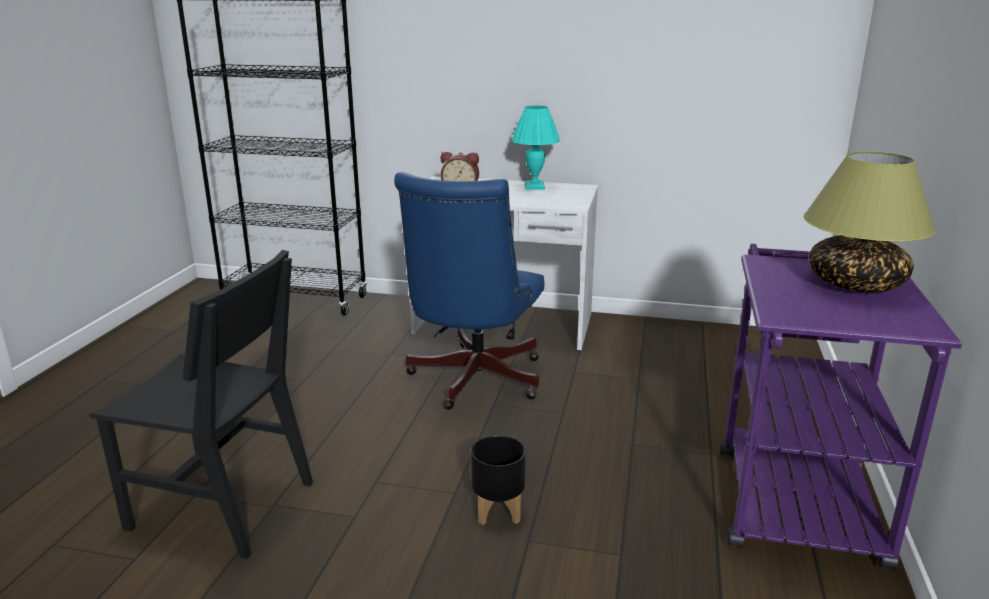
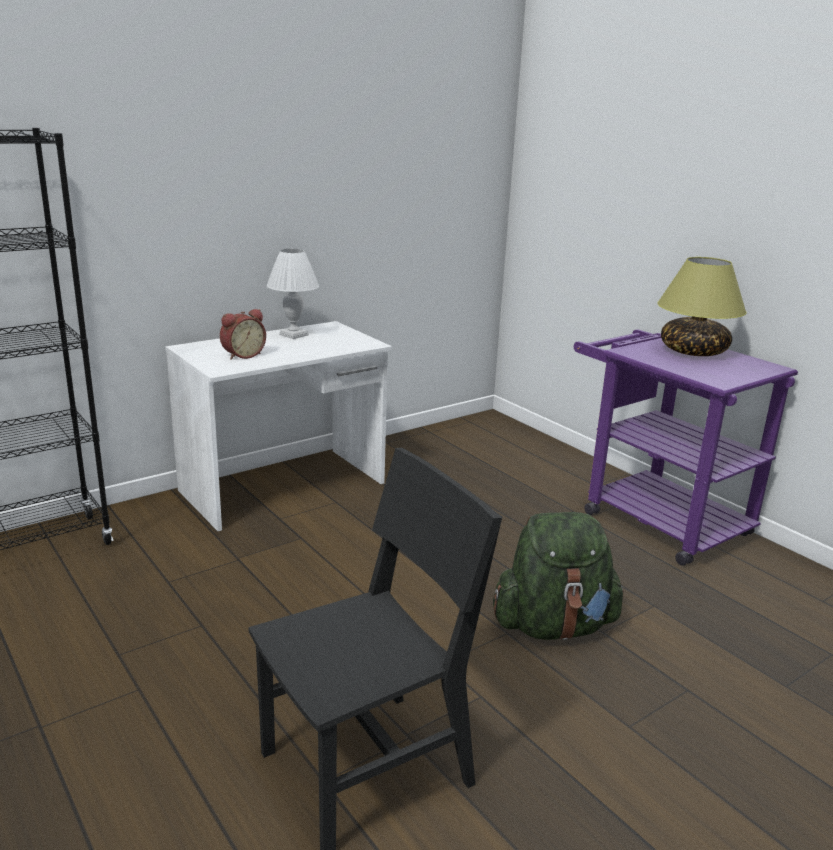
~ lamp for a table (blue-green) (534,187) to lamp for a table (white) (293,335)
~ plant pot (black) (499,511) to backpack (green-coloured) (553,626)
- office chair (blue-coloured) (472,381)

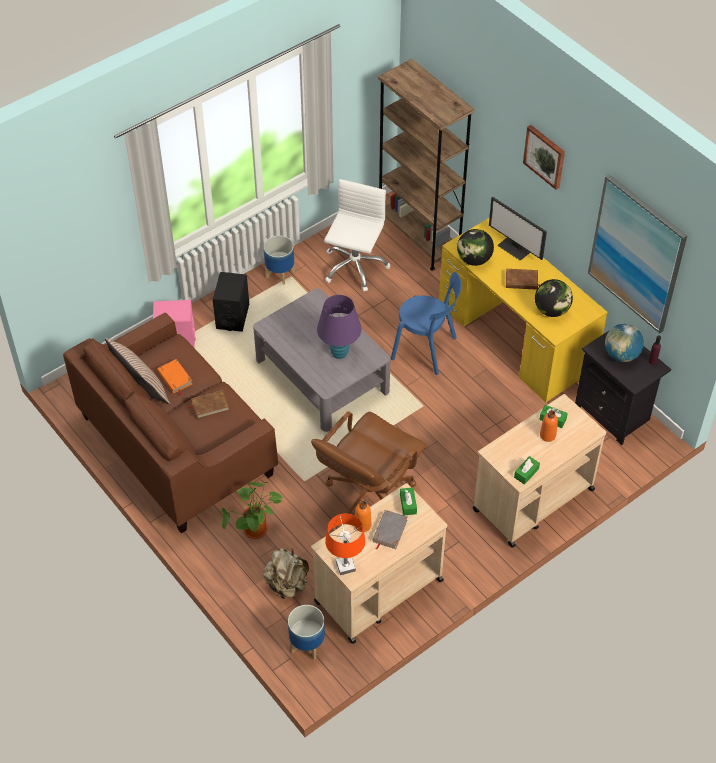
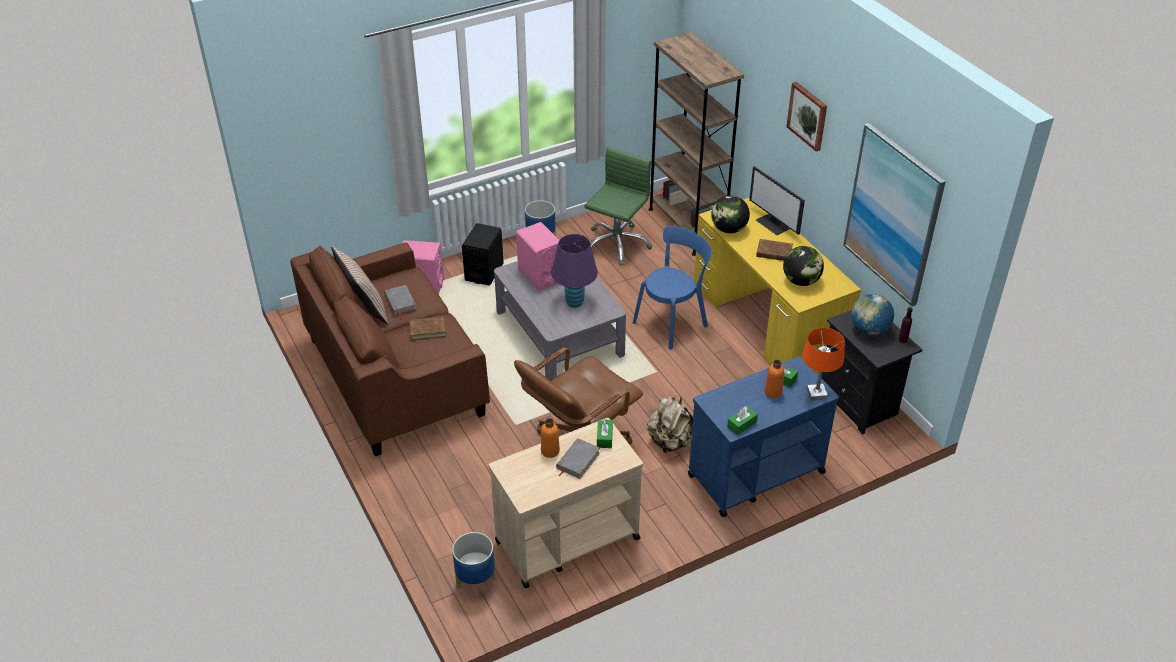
~ bound book (orangey) (174,378) to bound book (grey) (400,302)
+ speaker (pink-coloured) (540,275)
~ office chair (white) (354,267) to office chair (green-coloured) (616,244)
~ upright chair (blue-coloured) (427,349) = (672,322) 75 degrees counterclockwise
~ backpack (sand-coloured) (287,584) to (669,442)
~ cart (sand-coloured) (532,500) to cart (blue-coloured) (755,474)
~ lamp for a table (orangey) (345,566) to (816,394)
- potted plant (255,532)

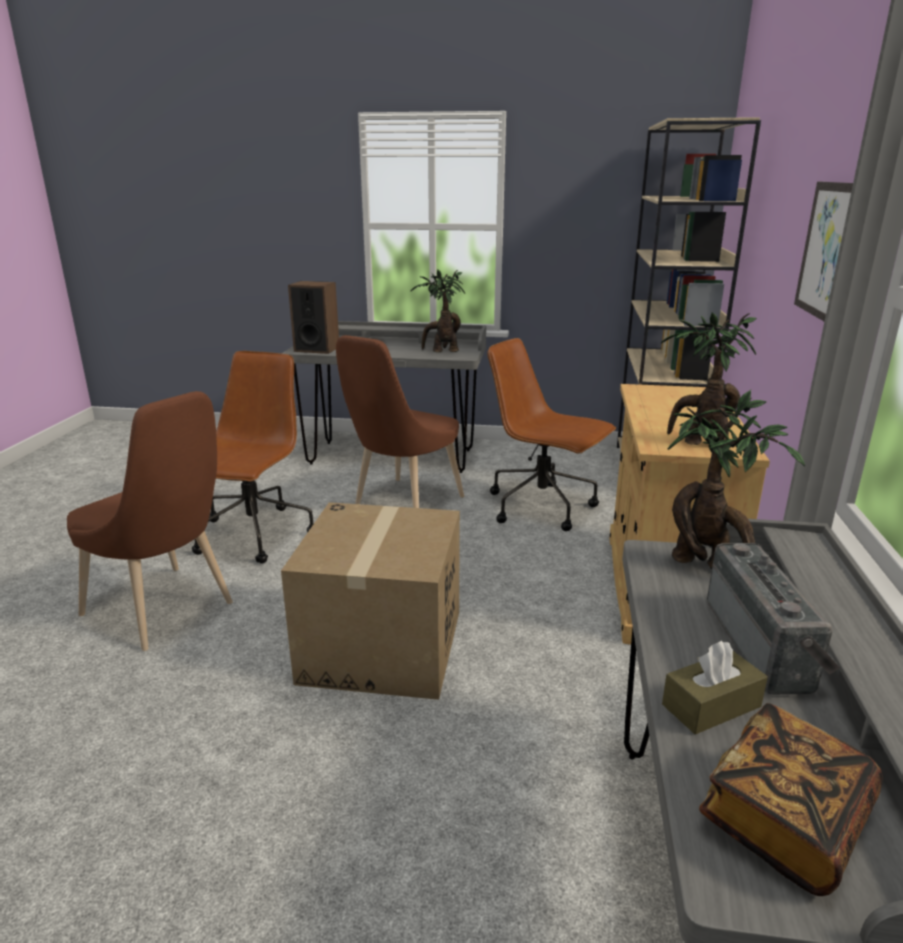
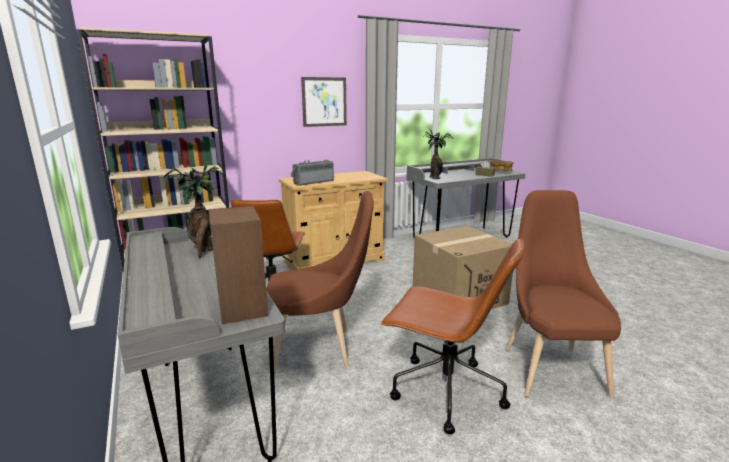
~ radio set (764,645) to (312,182)
~ office chair (brownish) (254,536) = (444,391) 135 degrees counterclockwise
- potted plant (700,442)

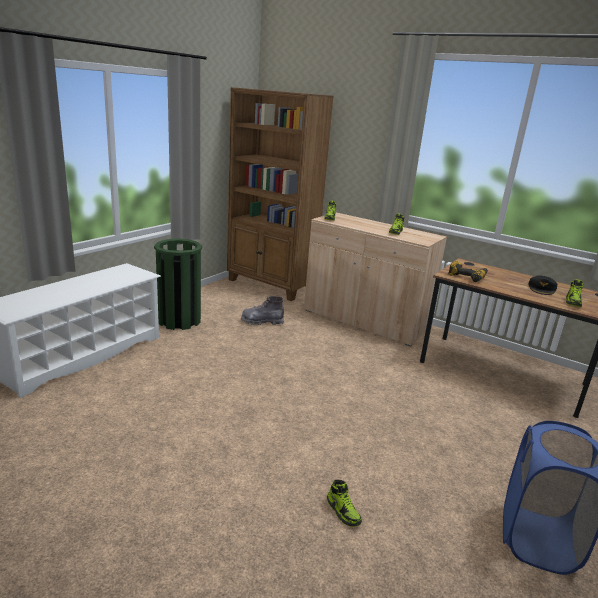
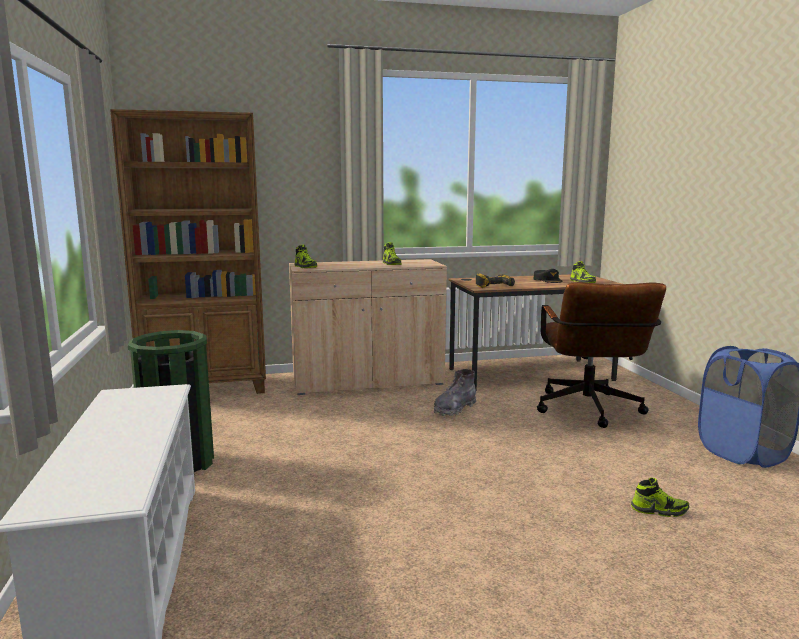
~ boot (grey) (262,321) to (454,409)
+ office chair (brownish) (589,412)

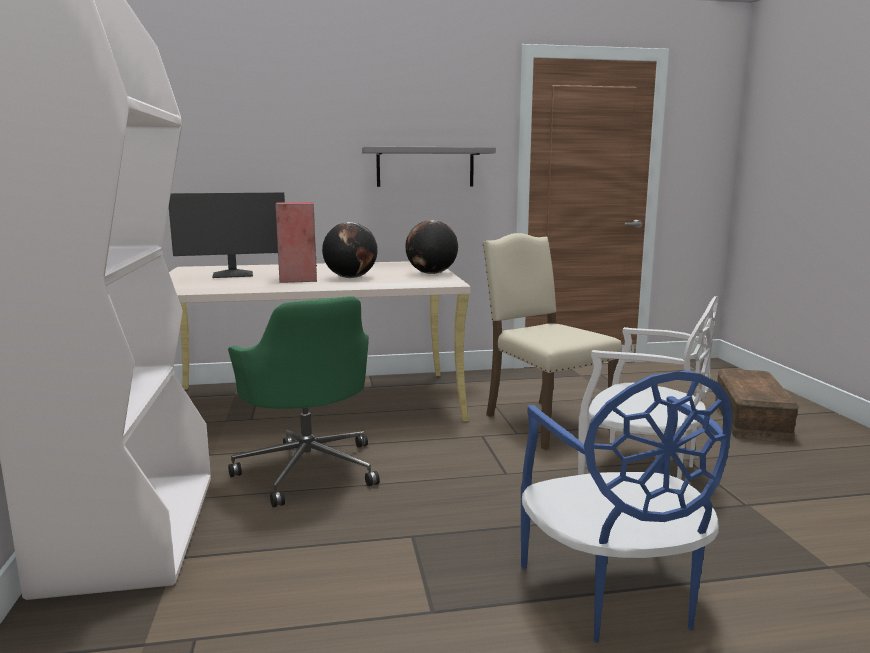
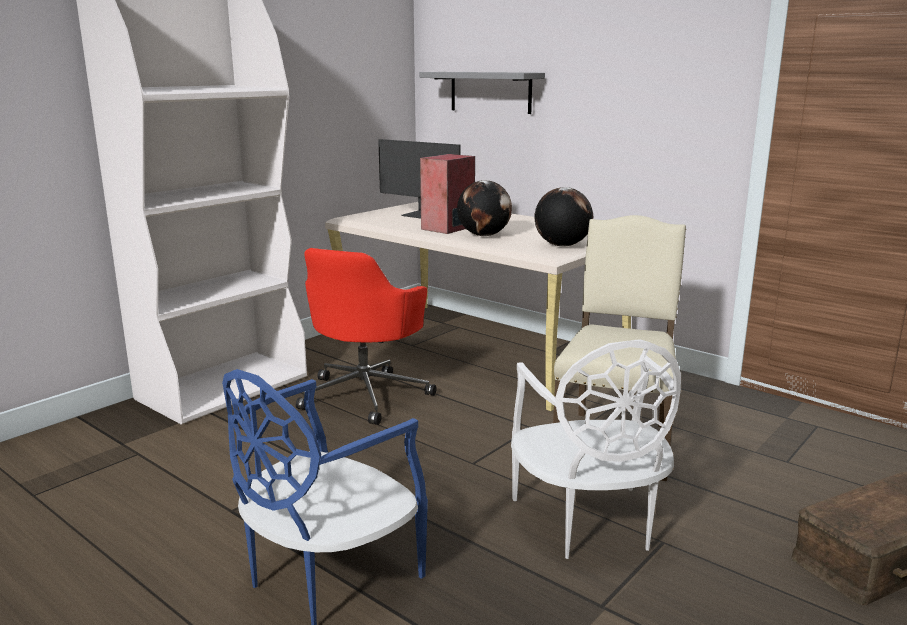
~ office chair (green-coloured) (309,469) to office chair (reddish) (366,395)
~ bracket shelf (grey) (425,167) to (490,92)

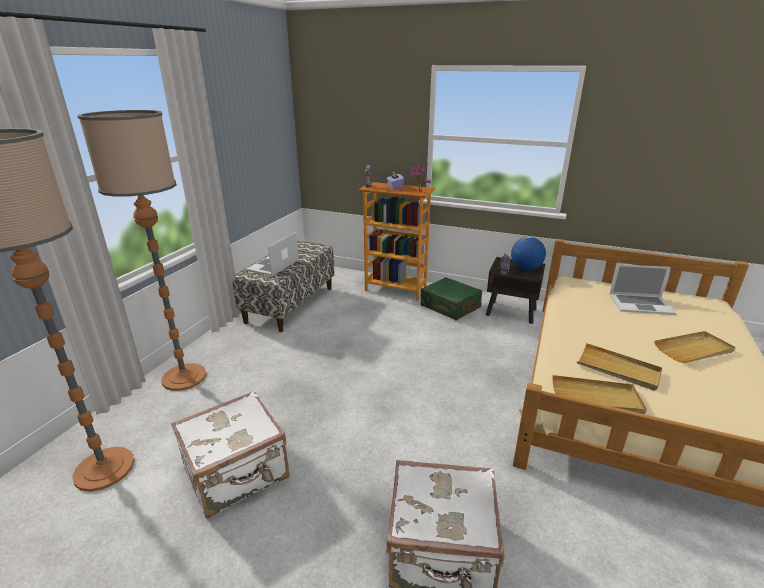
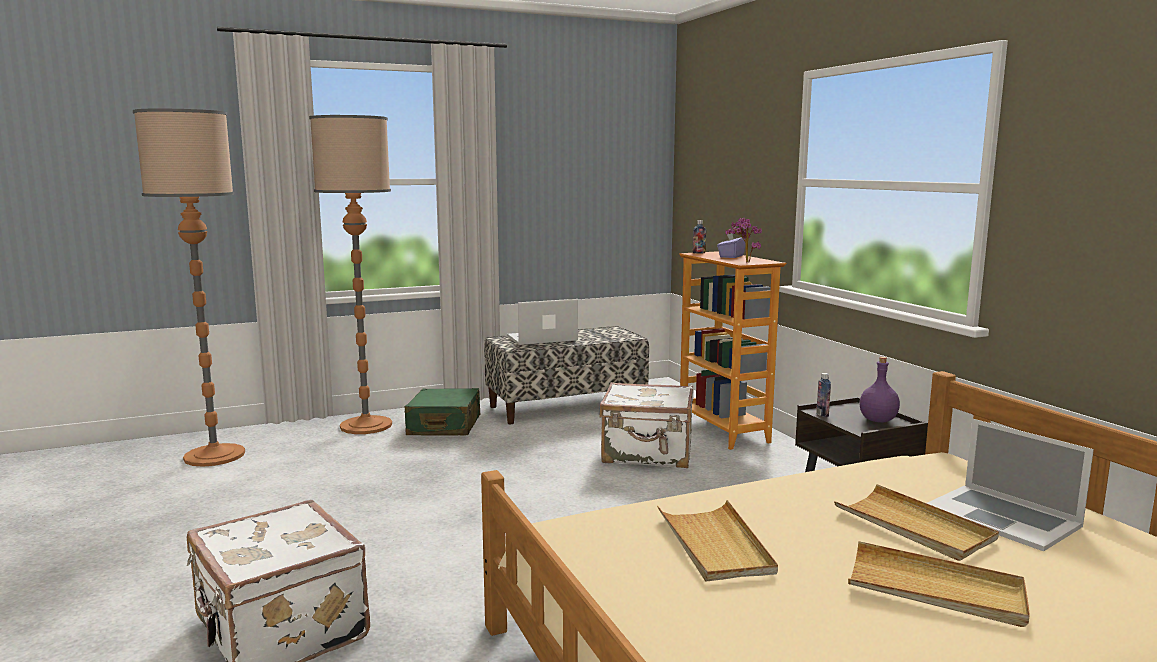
~ piece of luggage (green-coloured) (450,307) to (444,426)
~ piece of luggage (white) (237,474) to (648,454)
~ carrying tray (sand-coloured) (596,398) to (914,527)
~ world globe (525,268) to drink bottle (purple) (877,420)

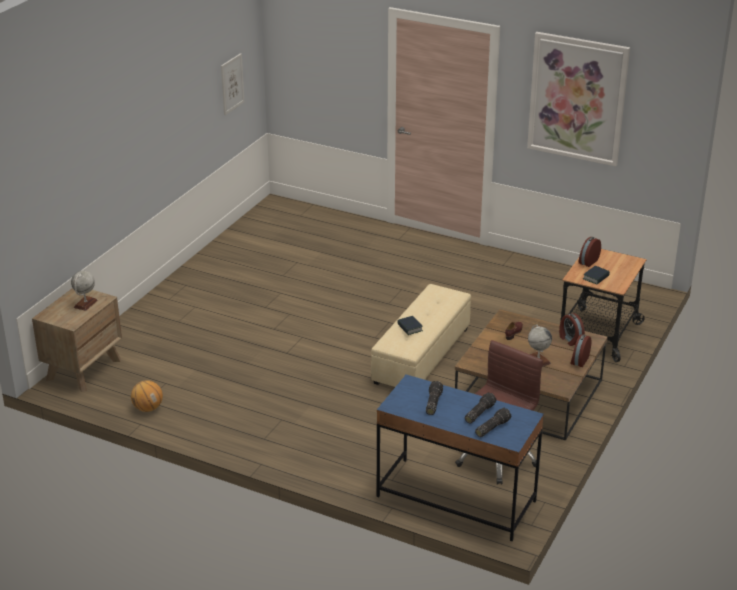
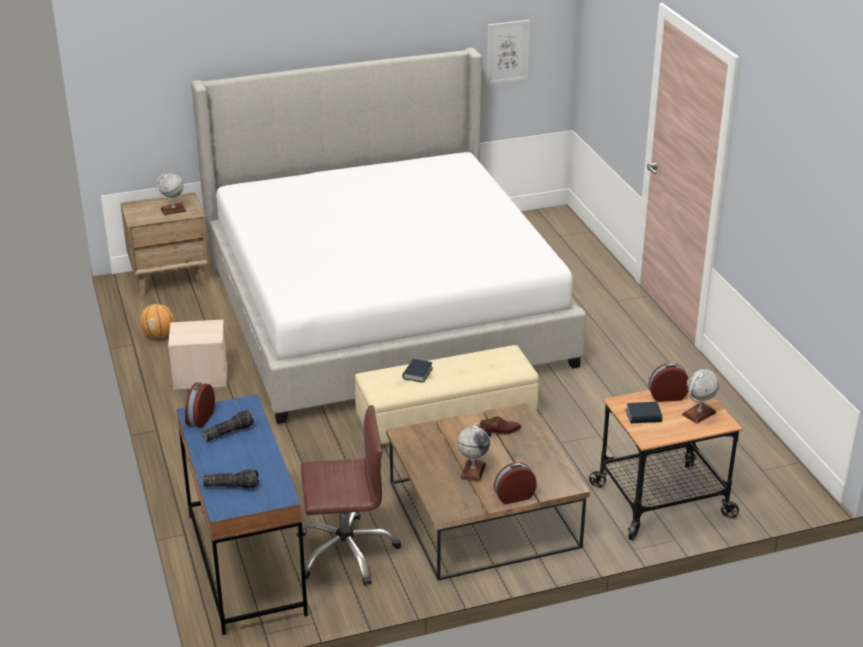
+ storage container (sand-coloured) (199,376)
~ bedside clock (570,339) to (199,418)
+ bed (384,311)
+ world globe (699,413)
- flashlight (479,413)
- wall art (577,98)

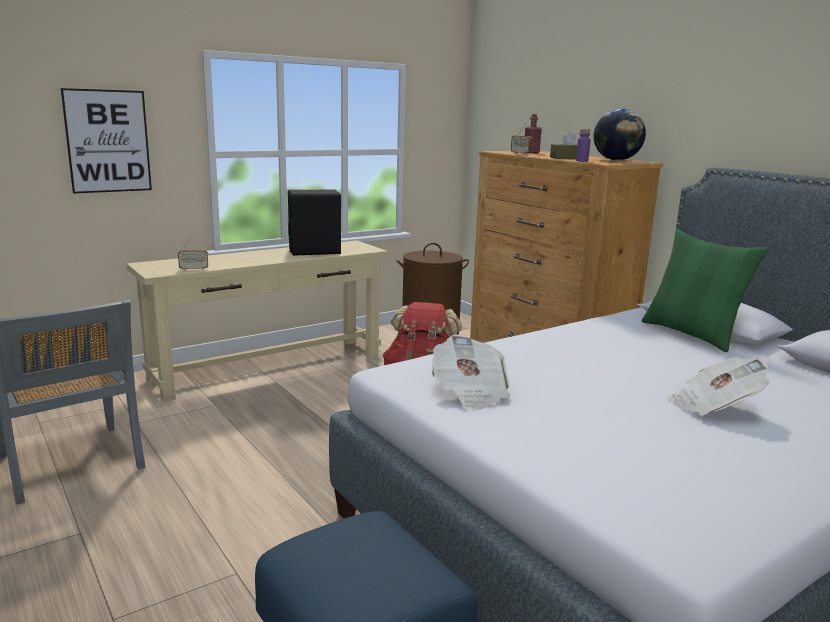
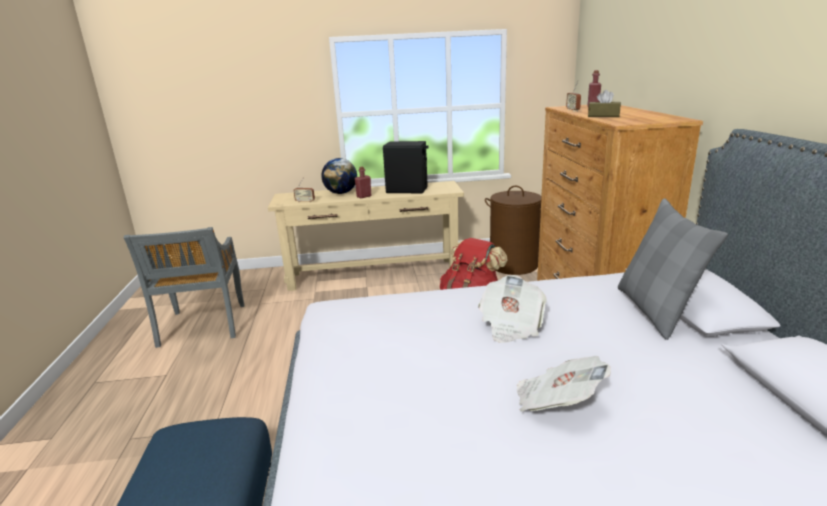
~ world globe (616,160) to (341,193)
+ drink bottle (reddish) (364,196)
~ newspaper (469,393) to (510,325)
~ pillow (green-coloured) (692,334) to pillow (grey) (656,311)
- wall art (108,141)
- drink bottle (purple) (582,161)

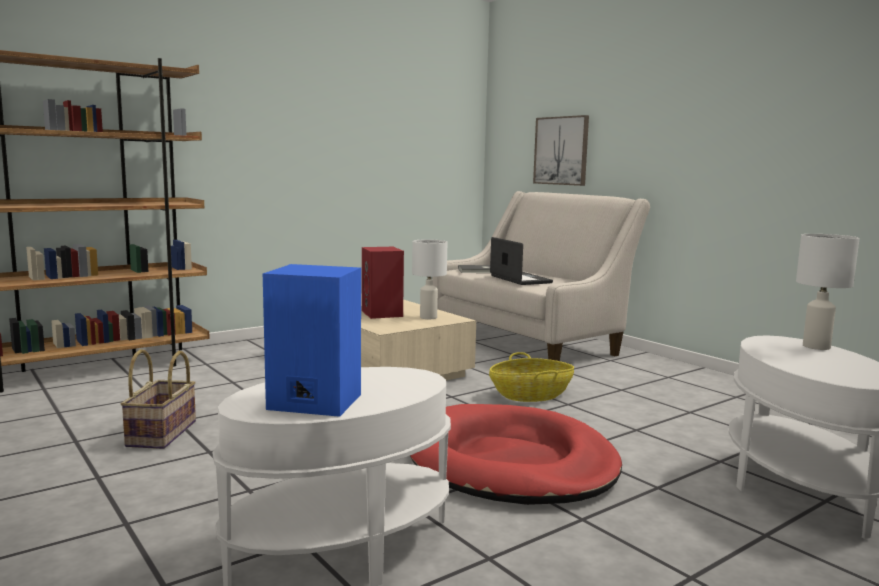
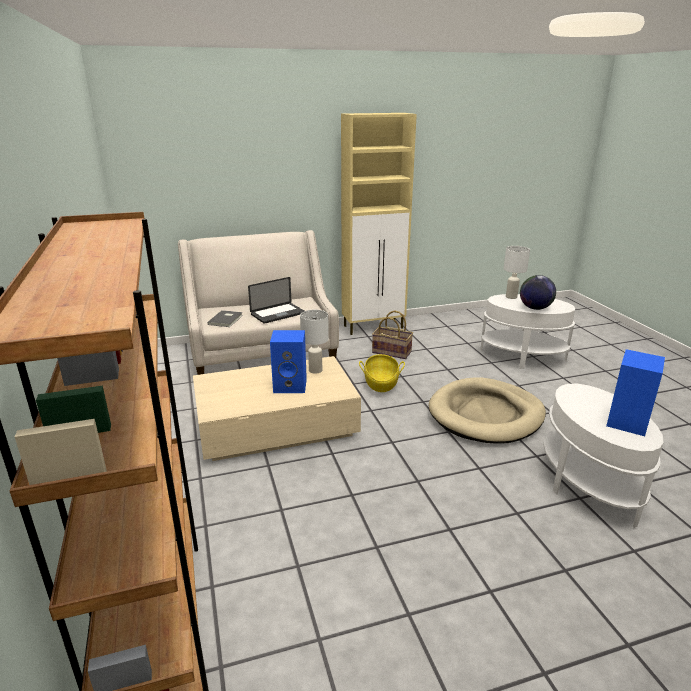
~ notebook computer (520,279) = (277,314) 150 degrees clockwise
~ speaker (reddish) (383,314) to speaker (blue-coloured) (291,385)
+ cabinet (sand-coloured) (374,327)
~ basket (163,434) to (392,352)
~ dog bed (reddish) (510,462) to dog bed (sand-coloured) (486,414)
+ world globe (535,308)
- wall art (561,150)

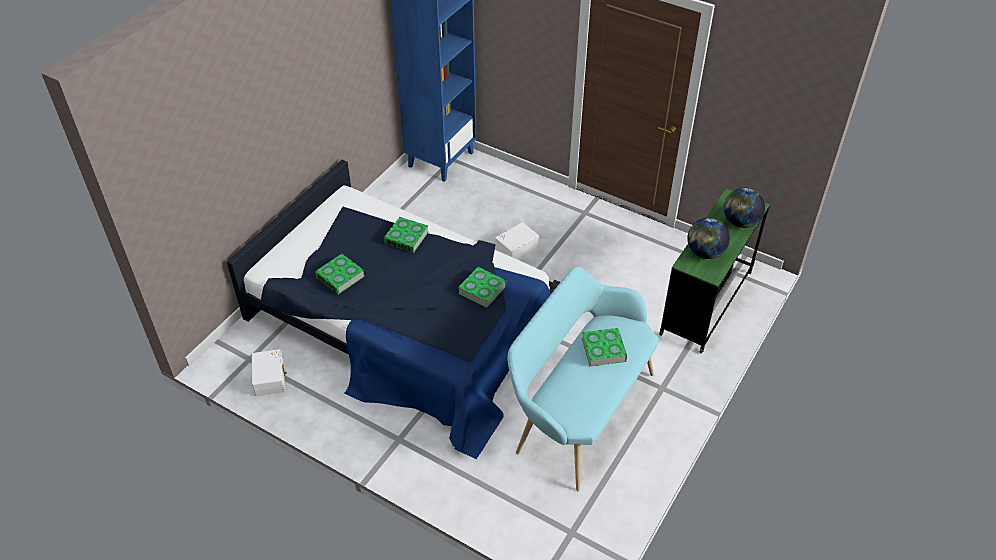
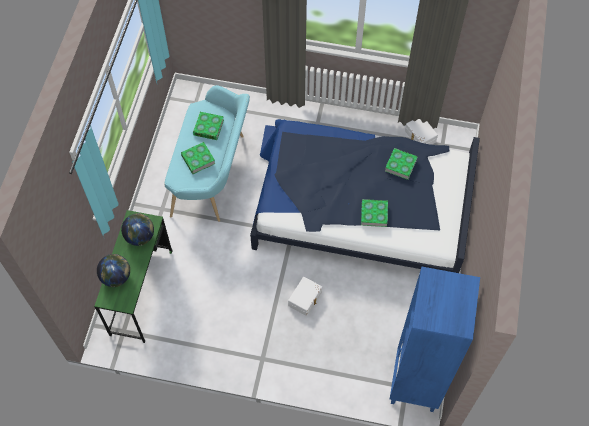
~ bound book (482,290) to (208,127)

